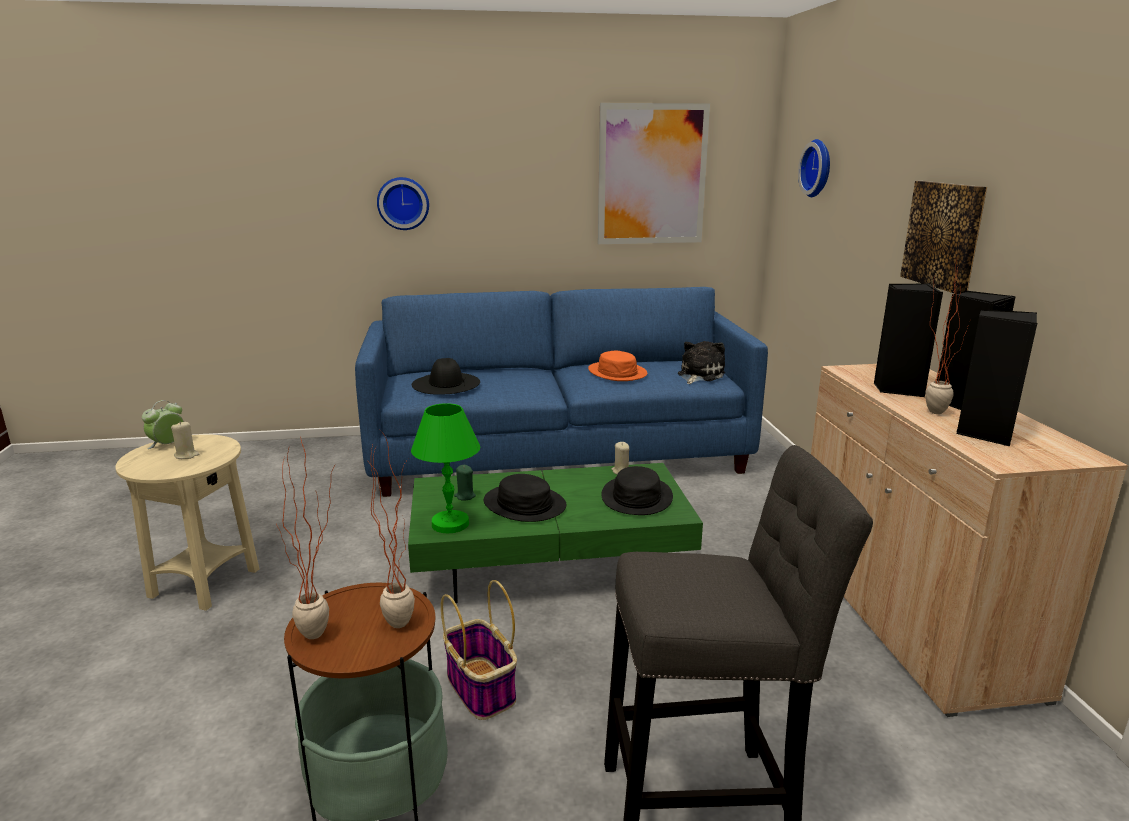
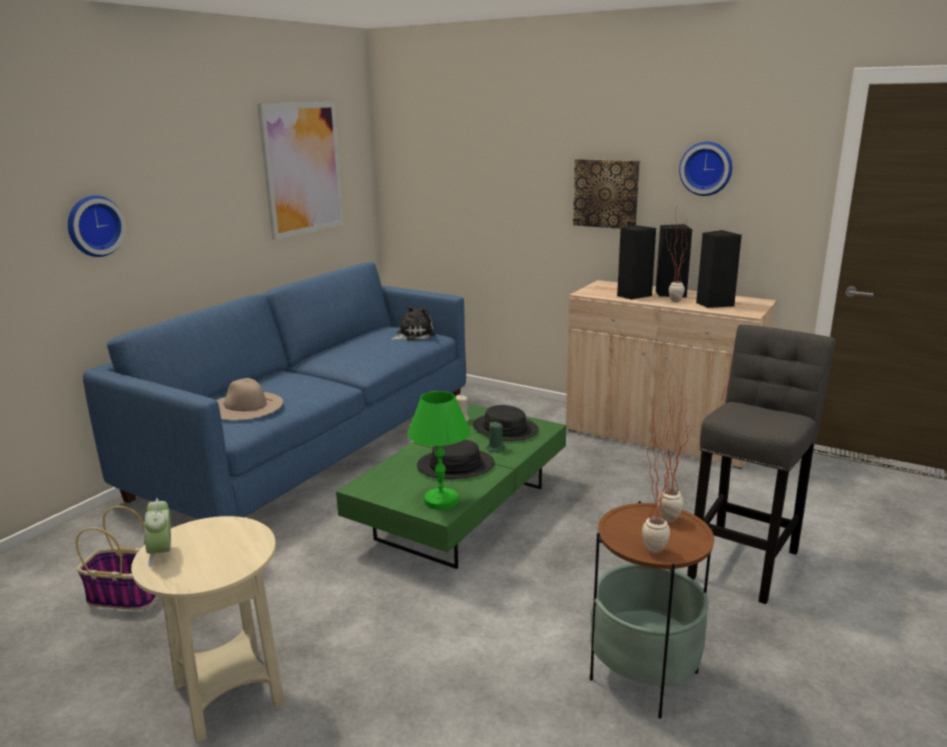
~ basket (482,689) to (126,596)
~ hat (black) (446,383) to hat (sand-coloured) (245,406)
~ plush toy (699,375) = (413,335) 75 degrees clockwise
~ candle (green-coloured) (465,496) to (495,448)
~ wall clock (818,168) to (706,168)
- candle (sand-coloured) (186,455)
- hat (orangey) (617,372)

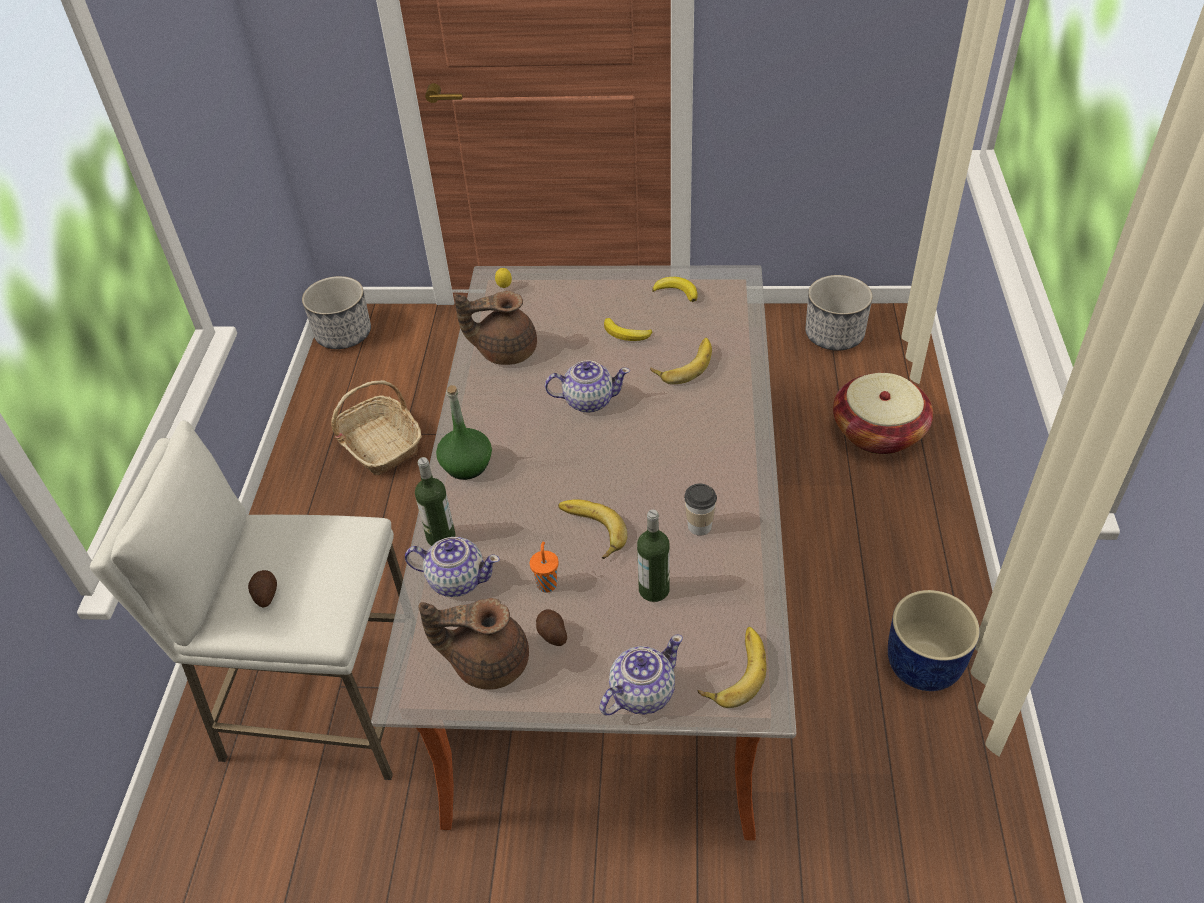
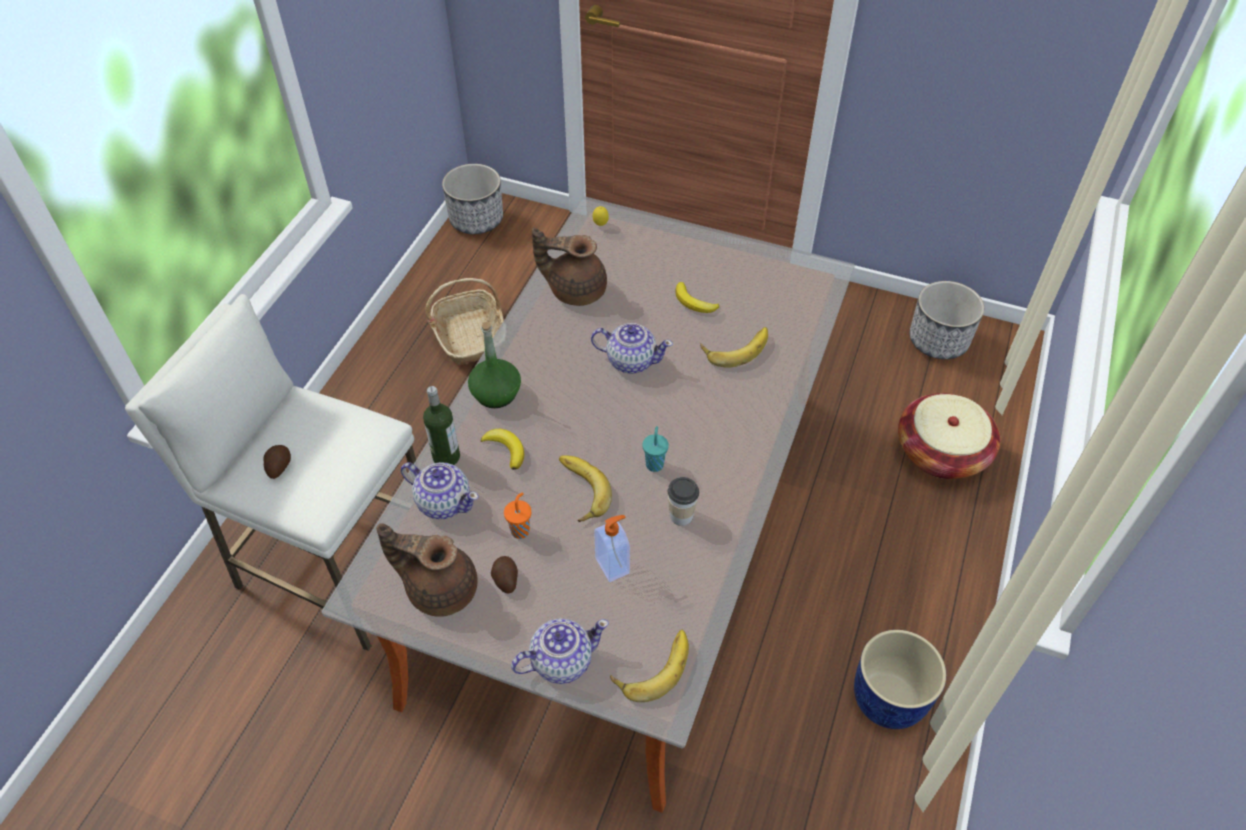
~ banana fruit (676,291) to (506,449)
~ drink bottle (654,590) to soap bottle (613,565)
+ small cup (blue-green) (654,464)

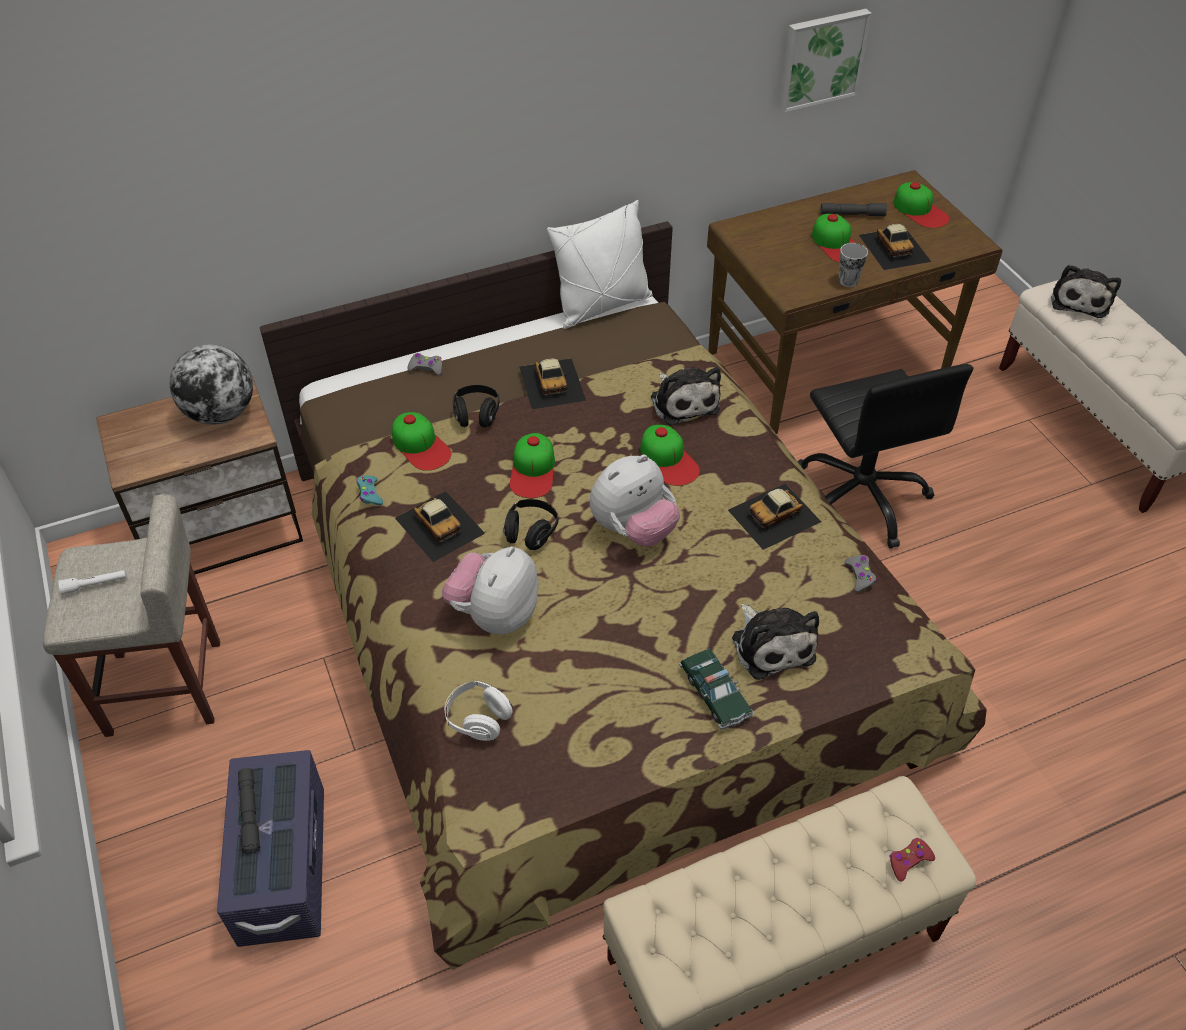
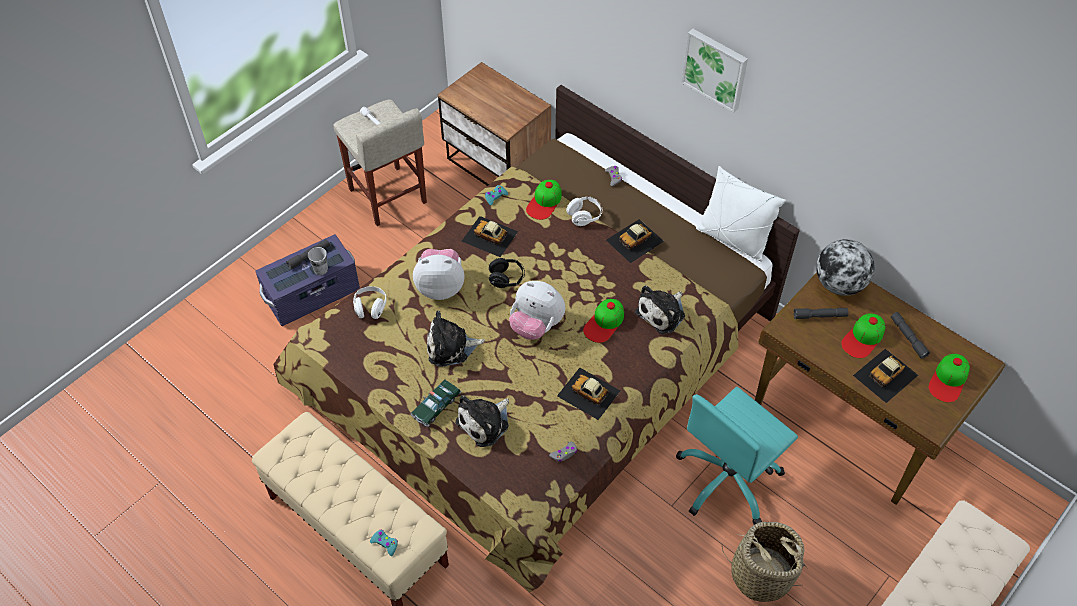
~ small cup (848,281) to (321,270)
~ gamepad (reddish) (909,861) to gamepad (blue-green) (385,543)
~ plush toy (1080,300) to (451,347)
~ toy car (439,525) = (490,236) 90 degrees clockwise
~ pair of headphones (black) (476,415) to pair of headphones (white) (584,216)
~ office chair (black) (861,497) to office chair (blue-green) (728,480)
~ wall art (821,58) to (715,69)
+ basket (761,574)
+ flashlight (grey) (819,316)
~ world globe (220,413) to (839,284)
- peaked cap (533,470)

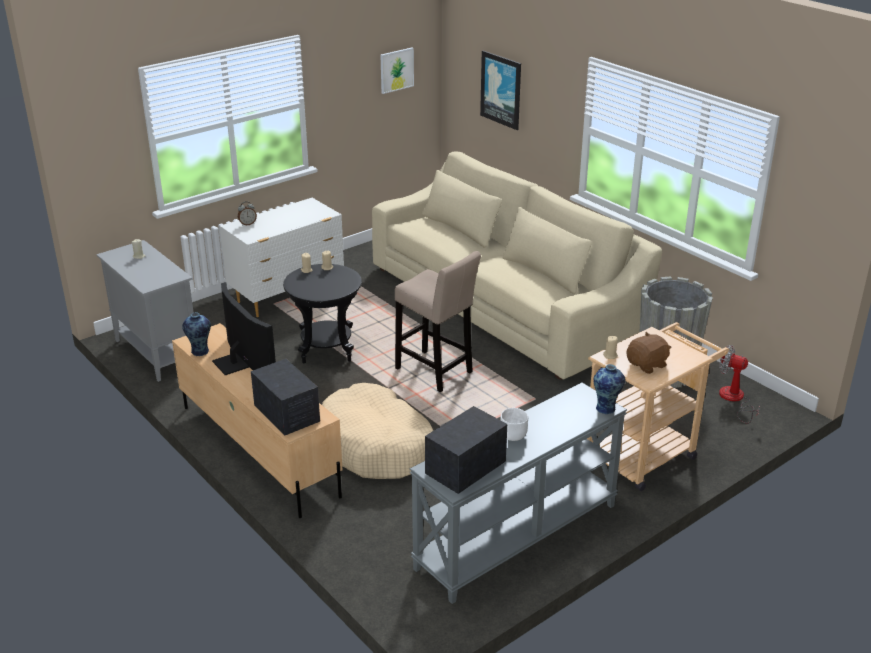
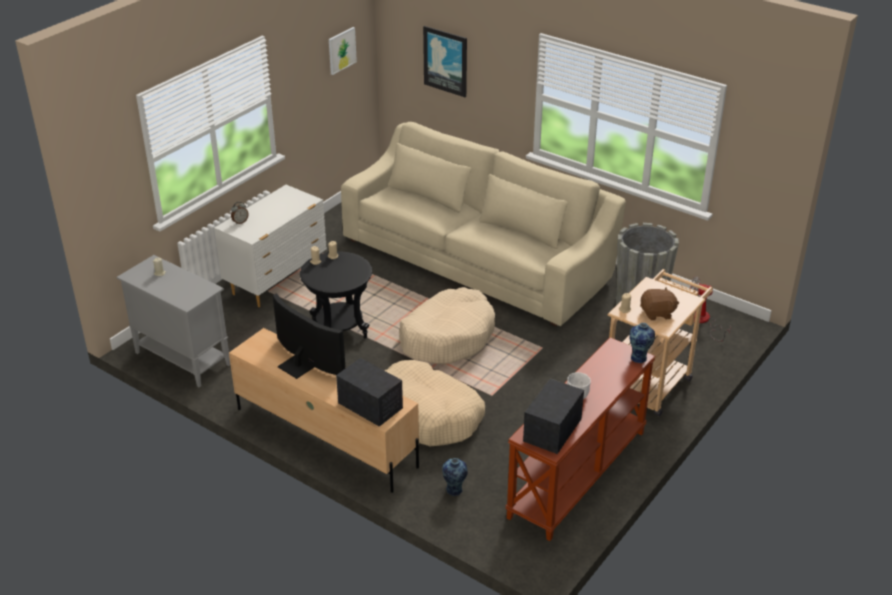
~ sitting stool (sand-coloured) (436,373) to dog bed (sand-coloured) (447,337)
~ flower vase (200,352) to (454,490)
~ hall table (grey) (518,537) to hall table (brownish) (578,475)
~ plush toy (brownish) (647,365) = (657,313) 45 degrees clockwise

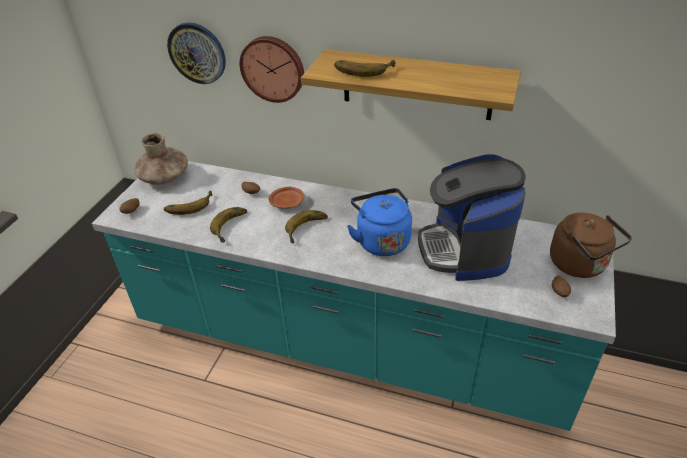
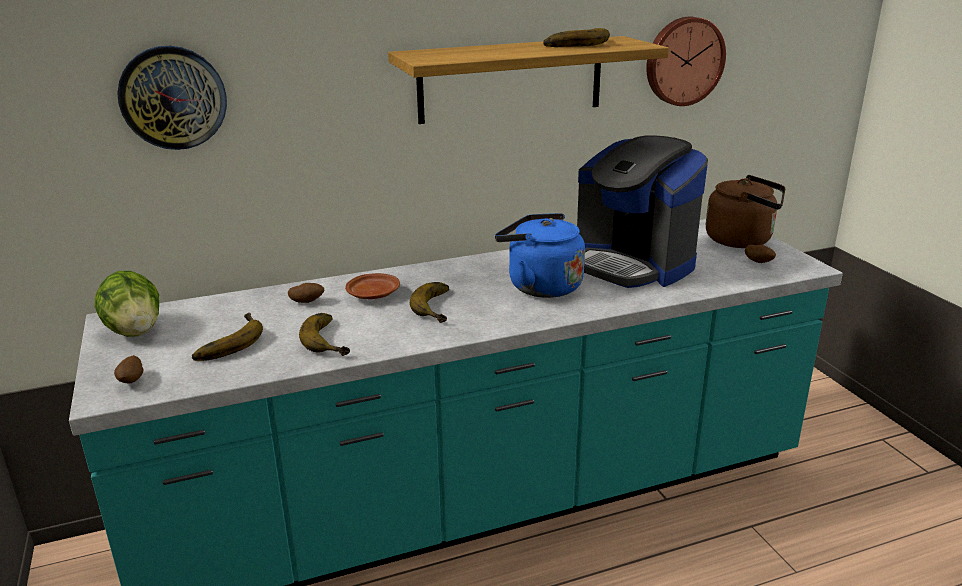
~ flower vase (brownish) (164,178) to lettuce (135,331)
~ banana fruit (363,69) to (575,43)
~ wall clock (273,68) to (683,61)

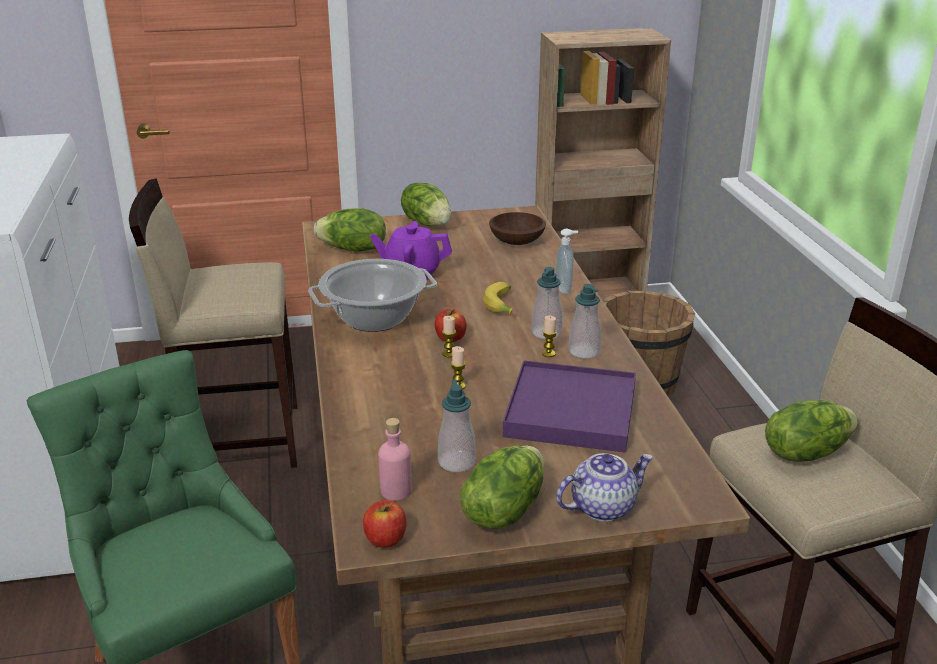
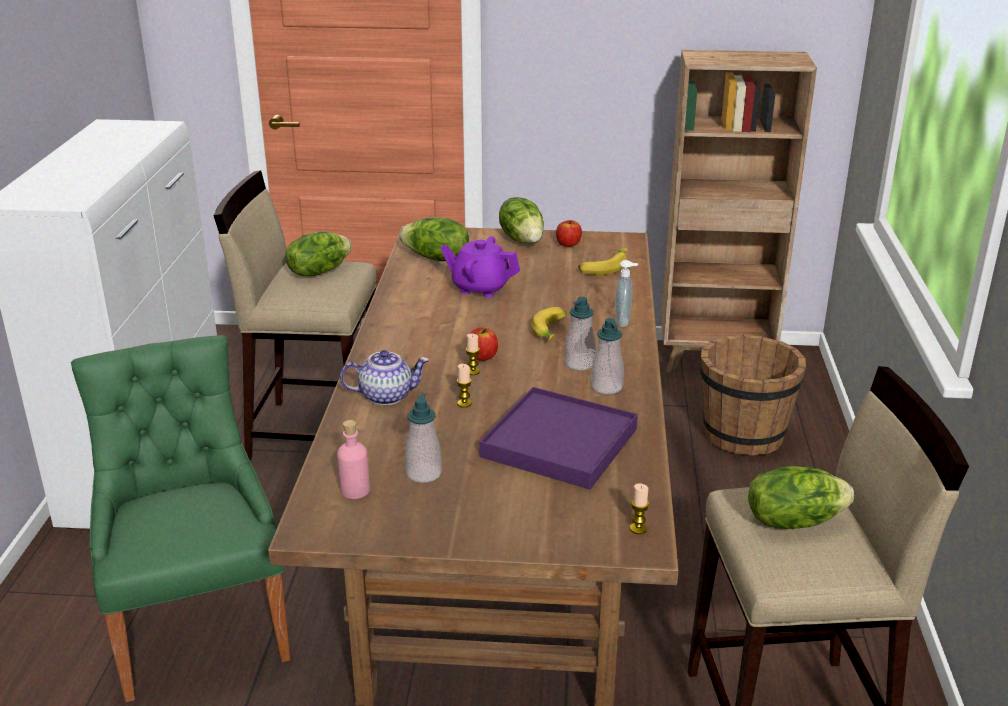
~ lettuce (503,510) to (318,271)
~ pot for tea (602,507) to (386,396)
~ whole apple (385,539) to (568,244)
~ bowl (brownish) (517,241) to banana fruit (603,267)
~ candle (548,353) to (638,529)
- saucepot (375,318)

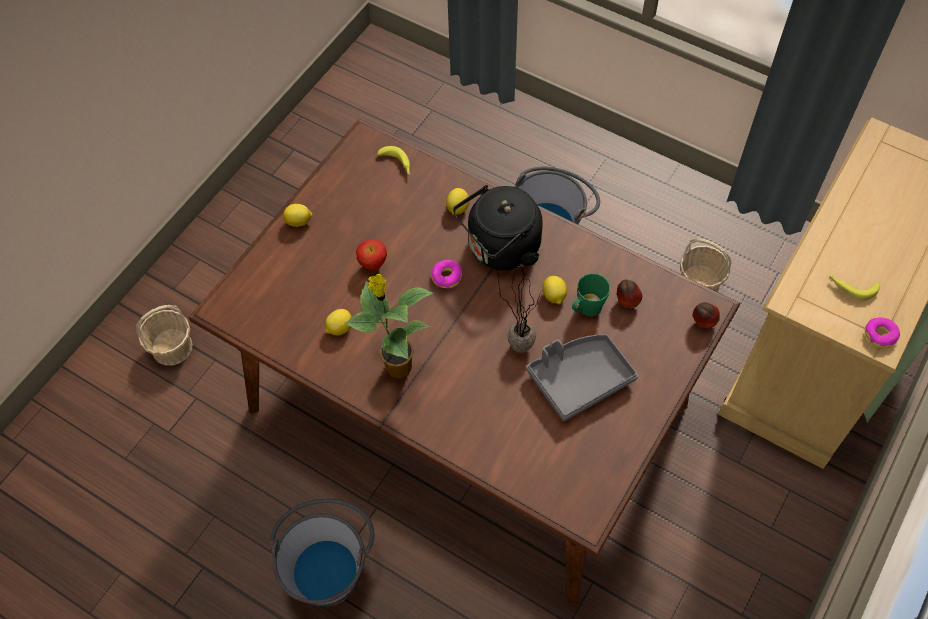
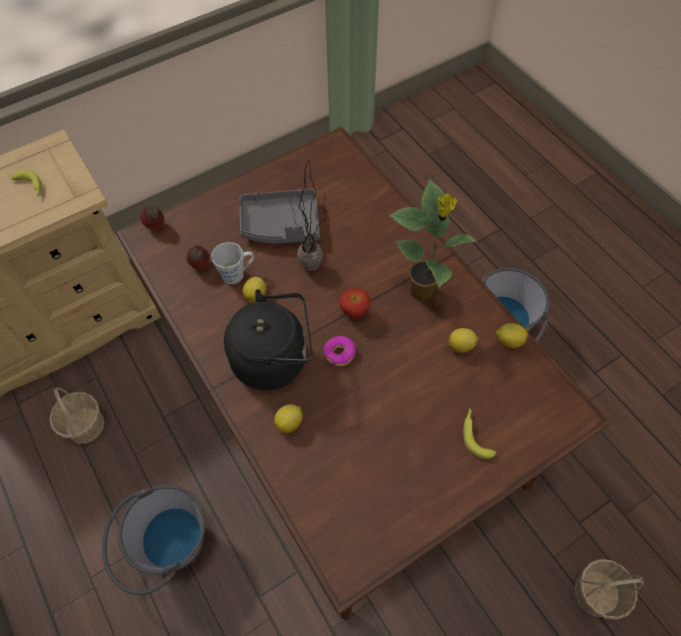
~ mug (green-coloured) (586,309) to mug (grey) (237,274)
~ whole apple (373,265) to (354,313)
~ banana fruit (397,164) to (475,435)
~ citrus fruit (299,222) to (509,340)
- donut (880,335)

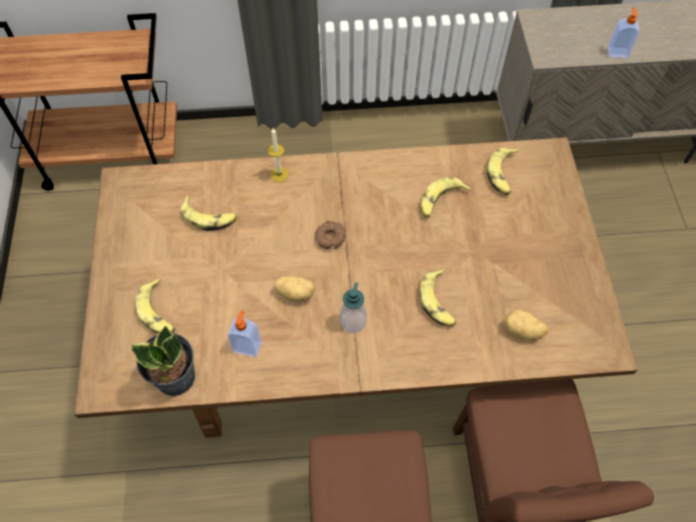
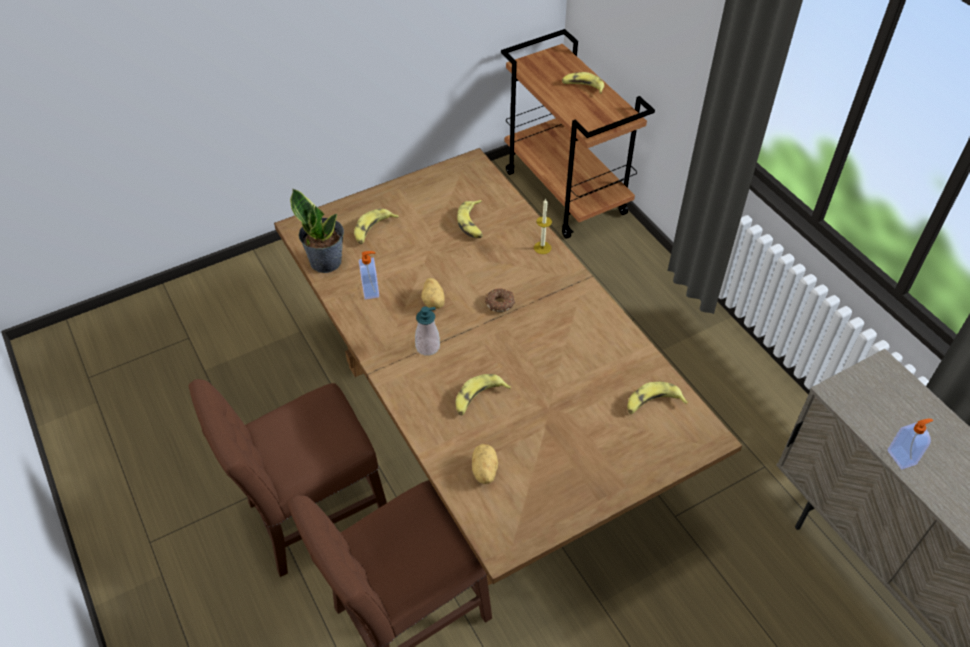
~ banana fruit (440,201) to (582,87)

